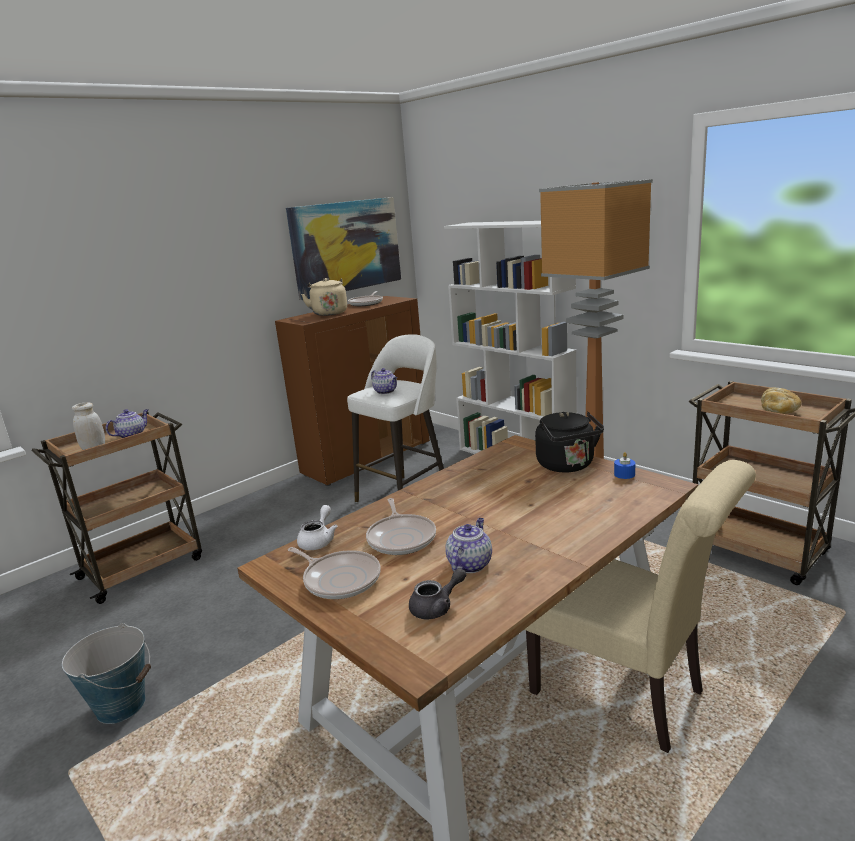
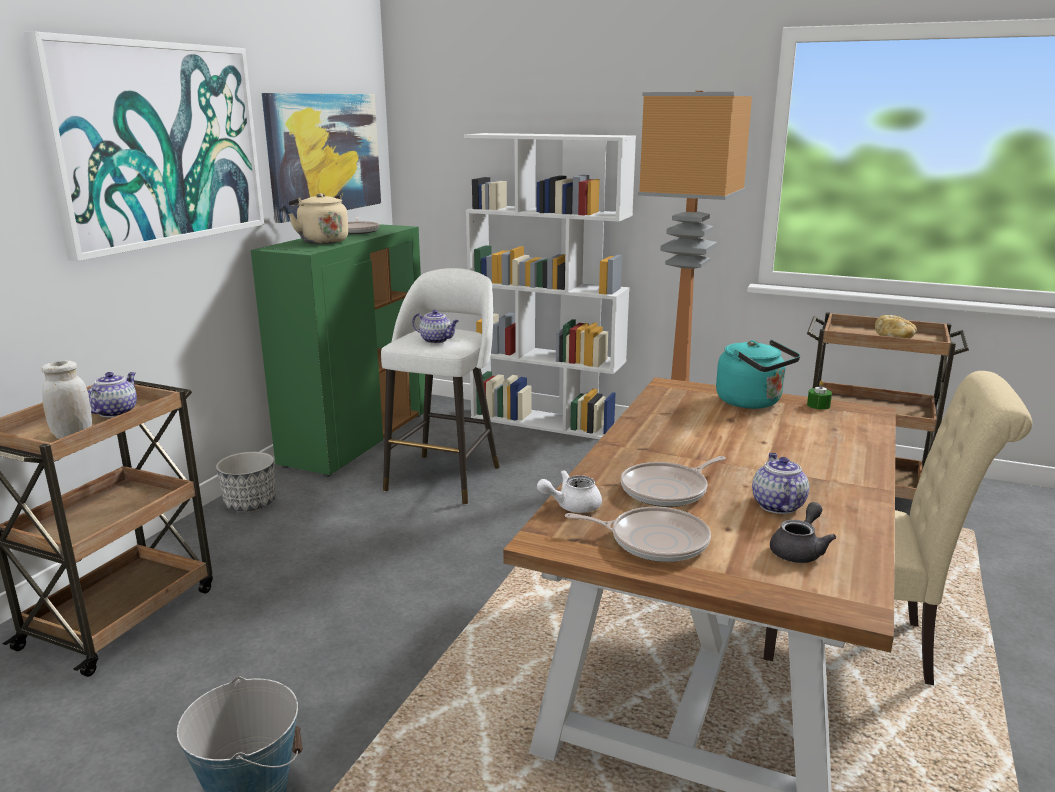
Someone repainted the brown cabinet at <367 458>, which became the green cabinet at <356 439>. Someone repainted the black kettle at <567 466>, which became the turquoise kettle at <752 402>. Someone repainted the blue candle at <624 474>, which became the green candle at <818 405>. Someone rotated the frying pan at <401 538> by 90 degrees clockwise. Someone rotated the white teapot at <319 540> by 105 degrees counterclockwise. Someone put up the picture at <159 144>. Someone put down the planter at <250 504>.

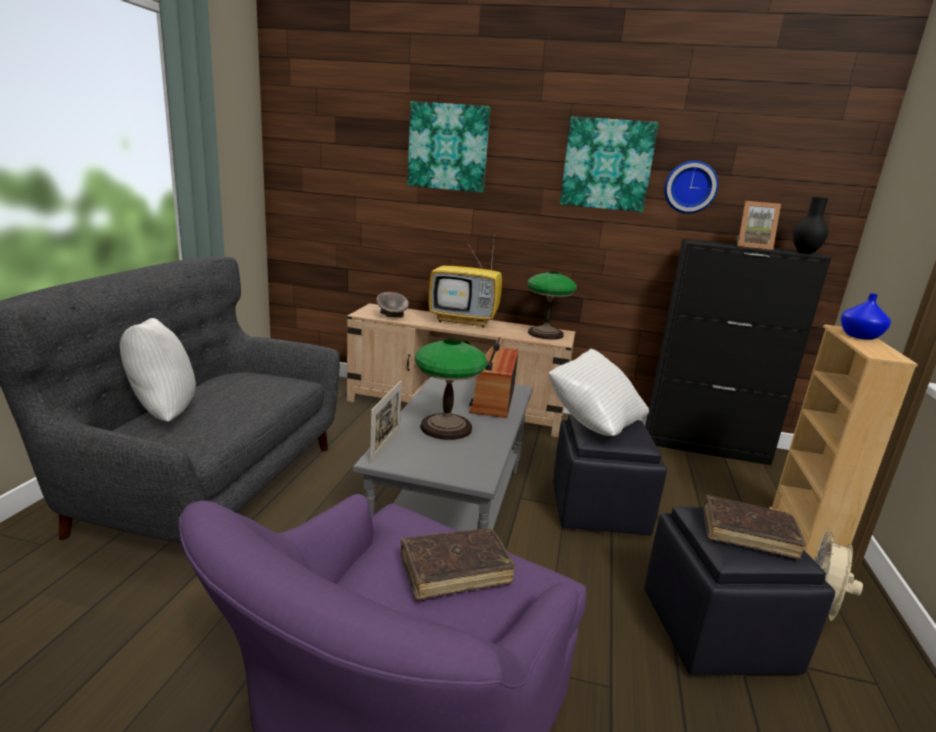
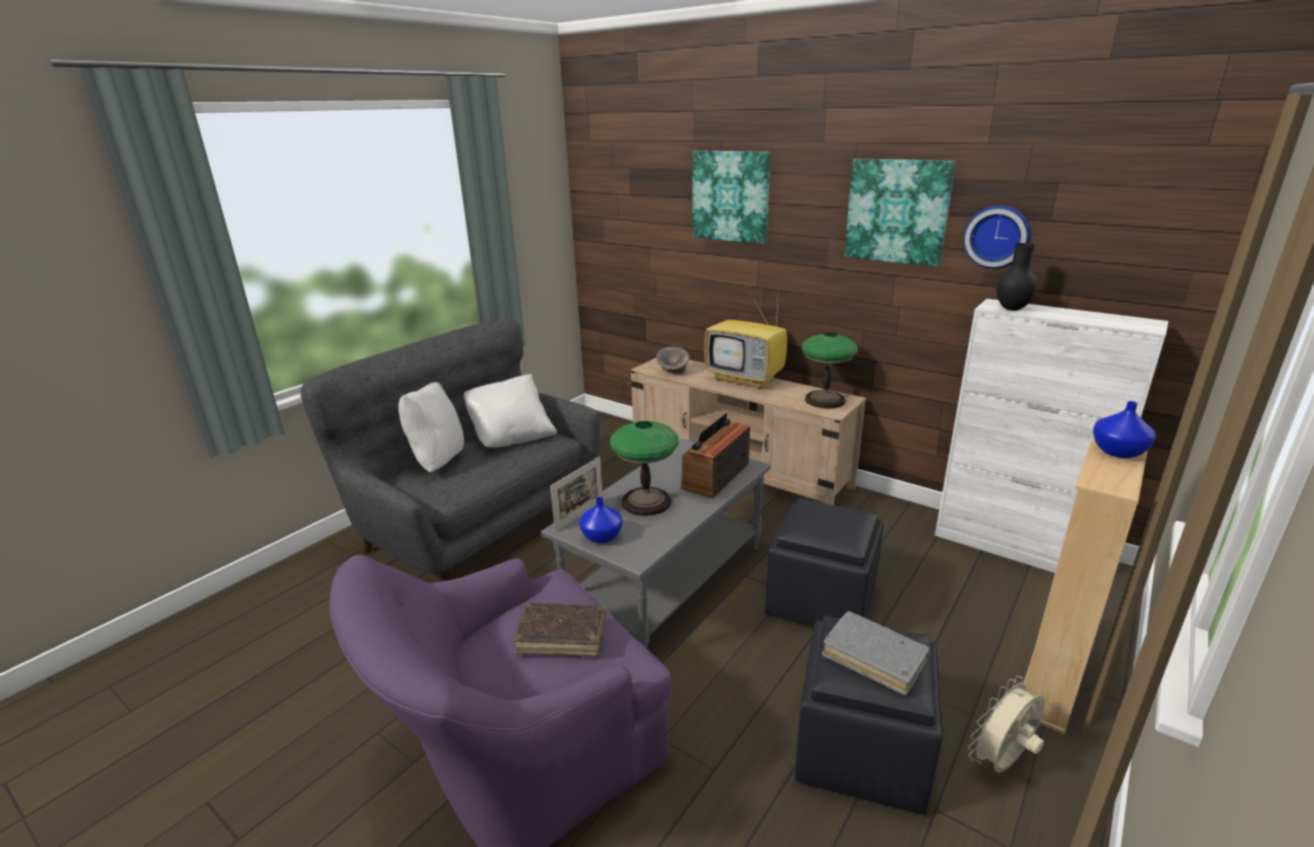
Someone carried the black vase from <805 253> to <1012 309>. Someone took away the picture frame at <752 247>. Someone repainted the black cabinet at <705 446>, which became the white cabinet at <1014 548>. Someone carried the white pillow from <593 422> to <511 436>. Someone repainted the brown book at <748 534>, which became the grey book at <874 659>. Someone put down the blue vase at <602 536>.

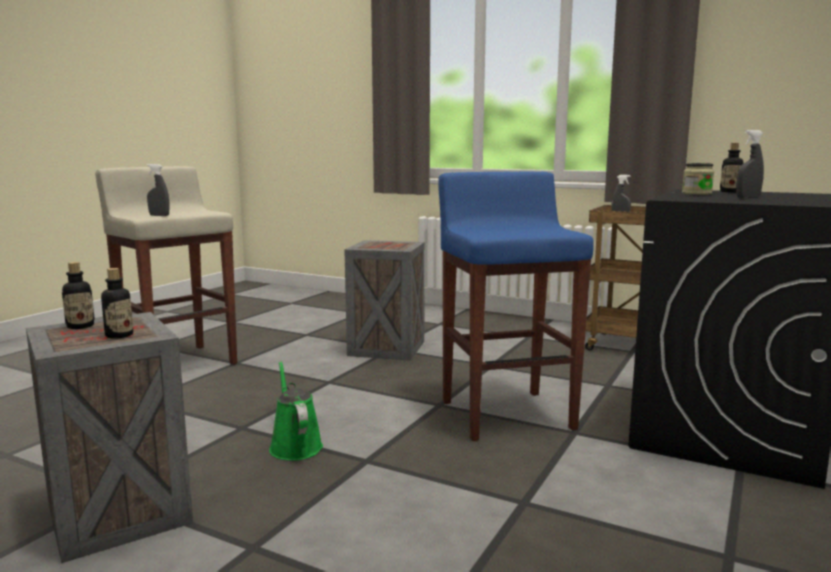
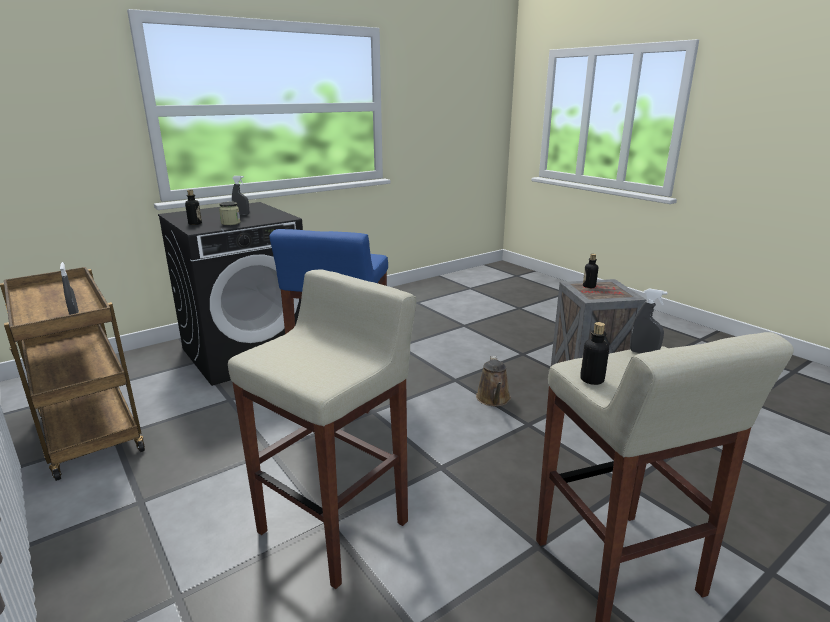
Someone swapped the crate at <385 348> for the beige stool at <335 526>. Someone carried the bottle from <80 326> to <592 379>. Someone repainted the green watering can at <294 446>, which became the brown watering can at <493 399>.

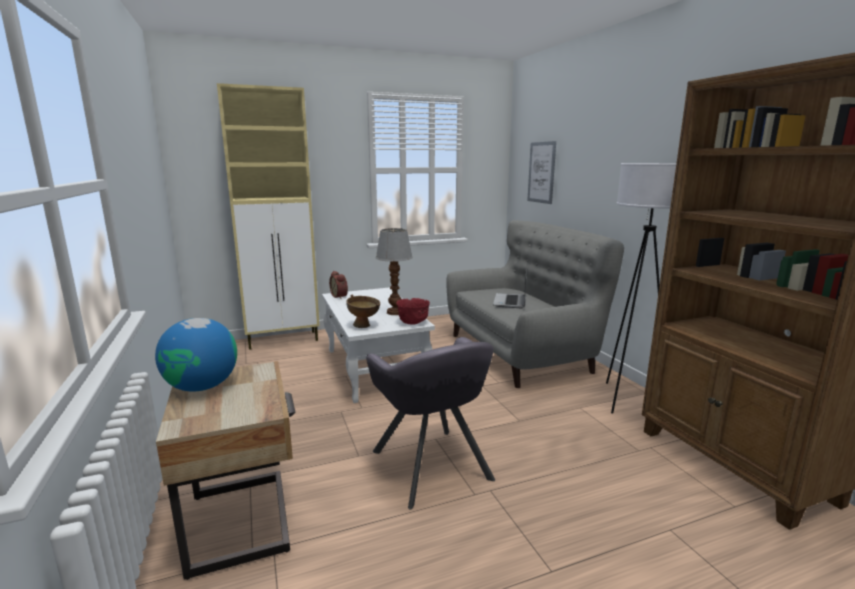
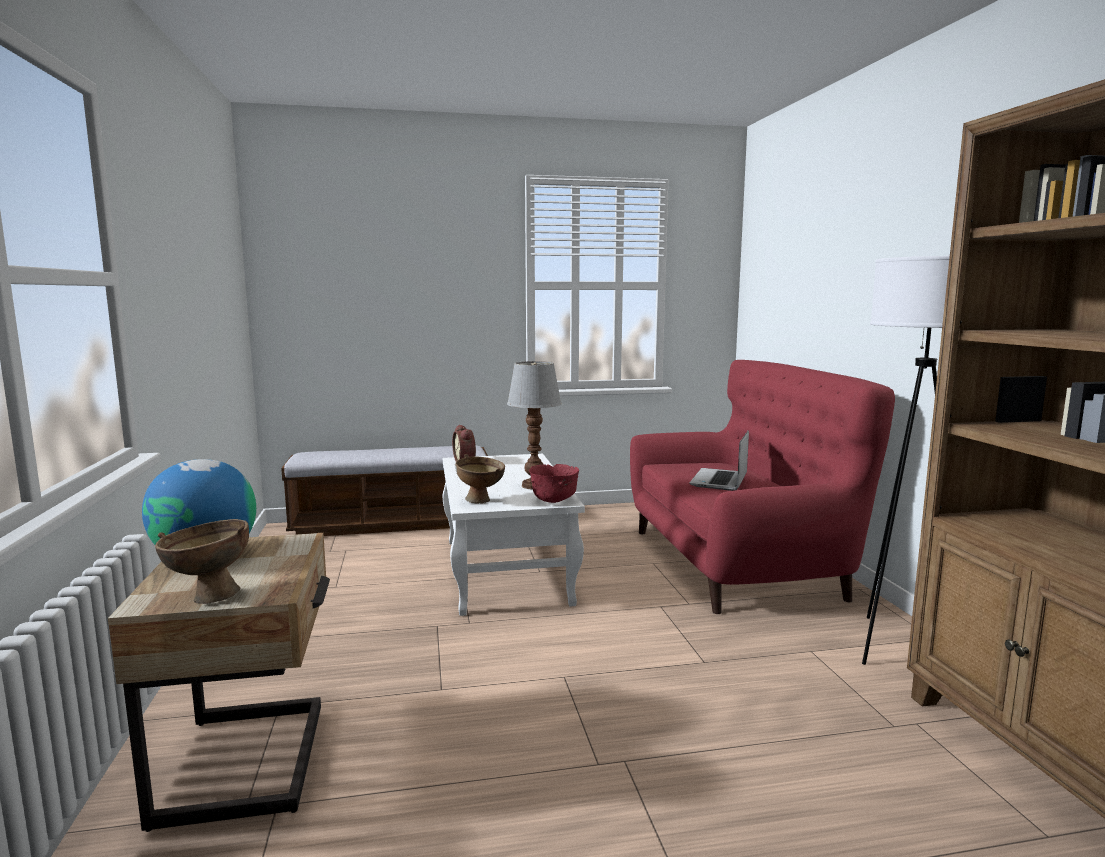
Someone swapped the beige cabinet at <284 340> for the bench at <392 524>. Someone took away the picture at <541 172>. Someone repainted the grey sofa at <521 352>, which became the red sofa at <739 562>. Someone took away the grey armchair at <430 466>. Someone put down the brown bowl at <207 596>.

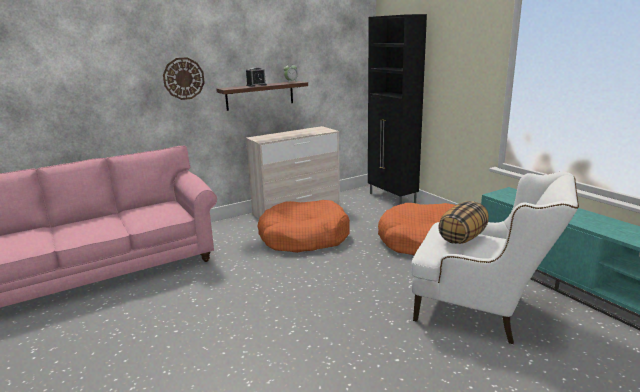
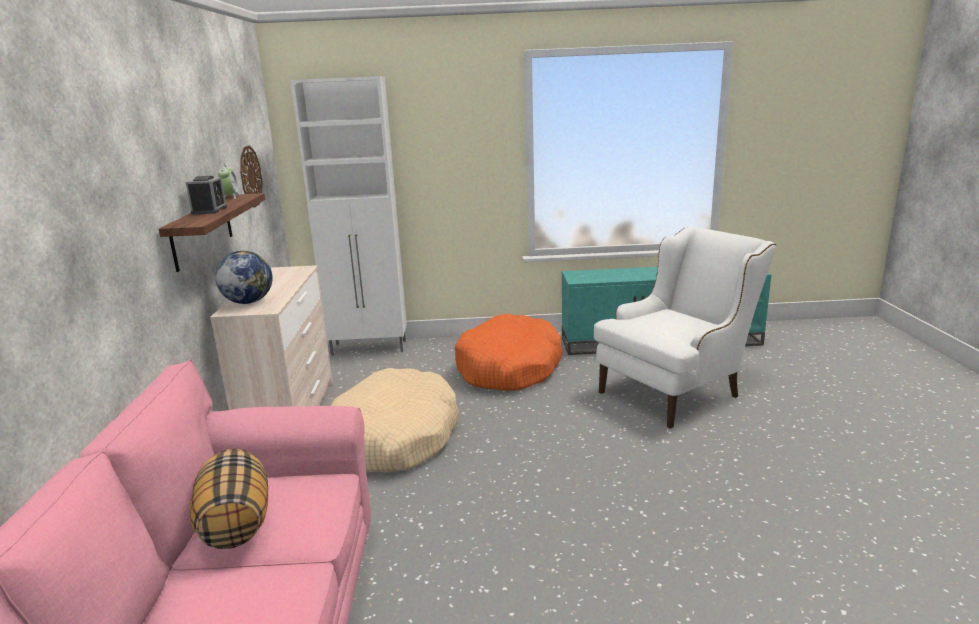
Someone repainted the black cabinet at <392 198>, which became the white cabinet at <370 348>. Someone carried the wall clock from <183 78> to <250 176>. Someone repainted the orange dog bed at <304 237>, which became the beige dog bed at <395 437>. Someone carried the pillow from <462 238> to <235 524>. Someone put down the globe at <248 302>.

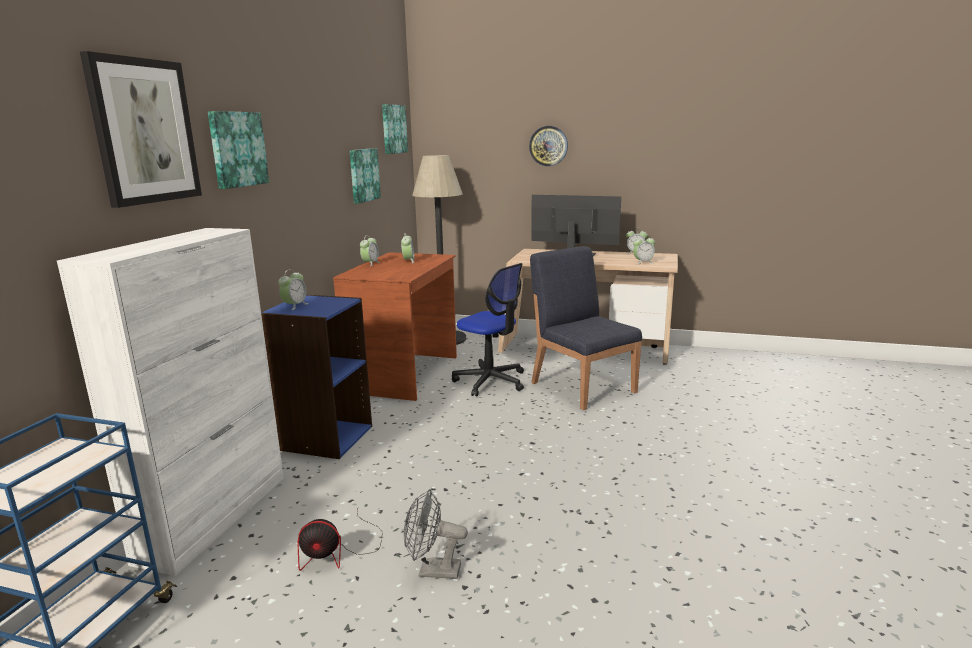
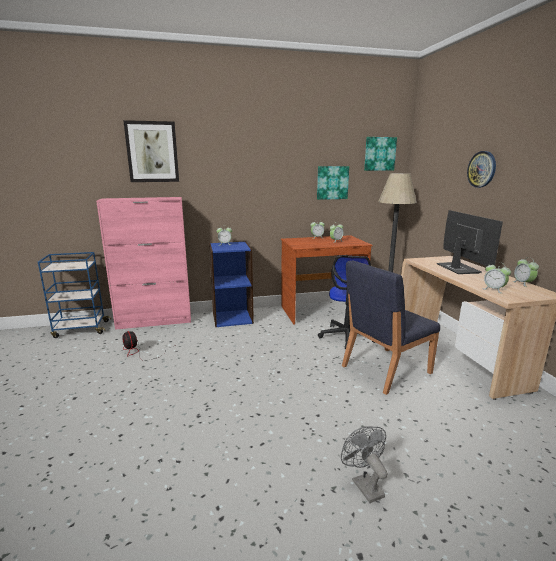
Someone took away the picture at <237 149>. Someone repainted the white cabinet at <215 516>, which became the pink cabinet at <155 321>. Someone rotated the blue chair at <582 386> by 150 degrees counterclockwise. Someone carried the grey fan from <433 571> to <364 484>.

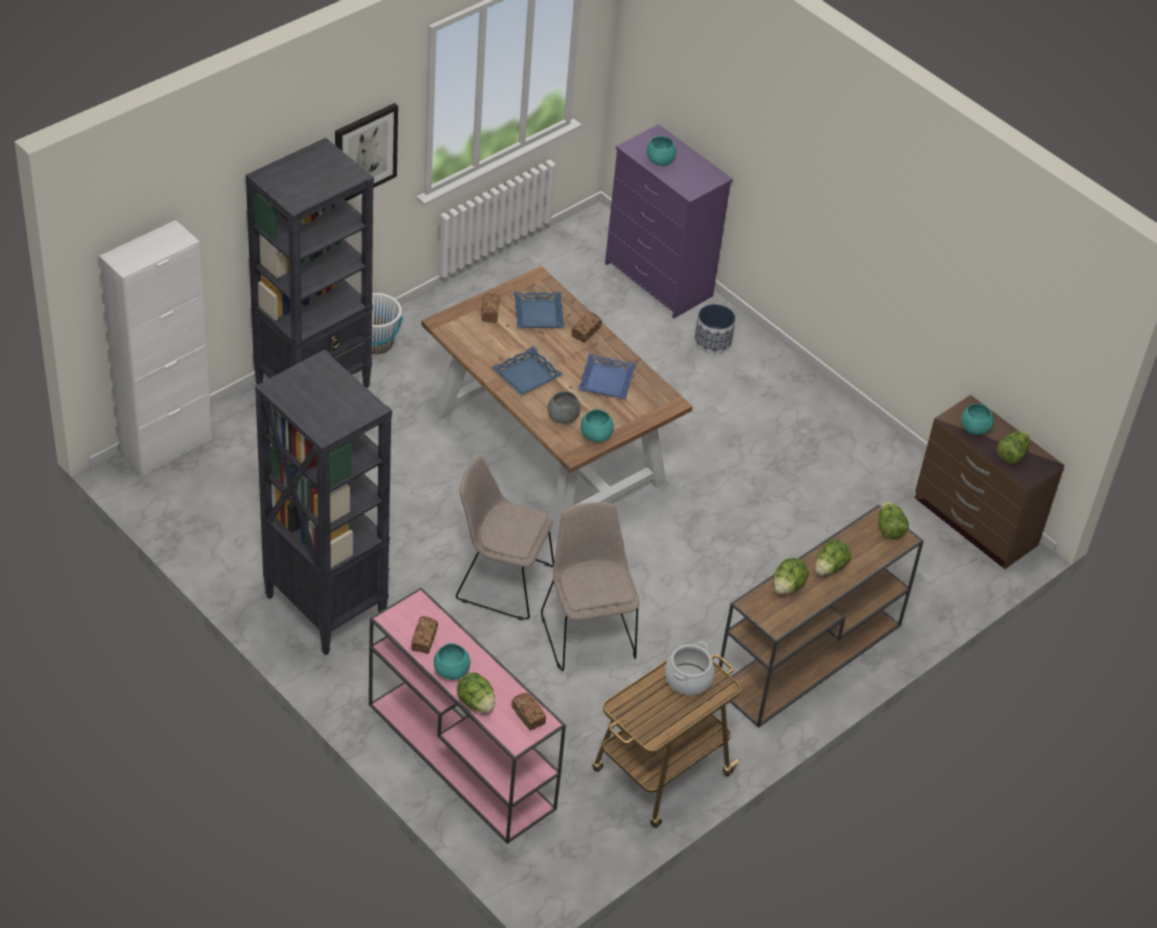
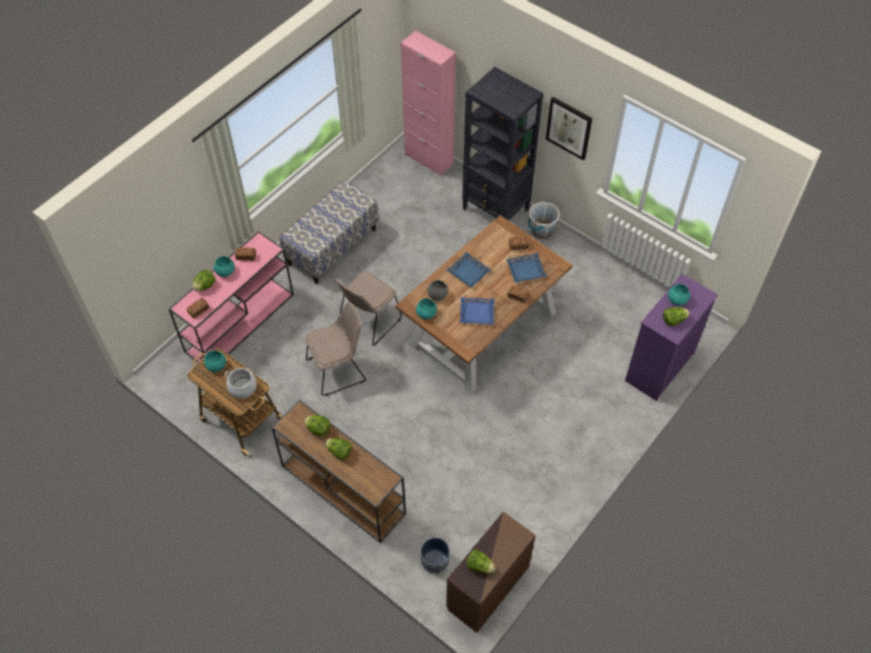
Someone repainted the white cabinet at <166 447>, which became the pink cabinet at <429 159>. Someone carried the planter from <713 341> to <435 561>. Someone swapped the black bookcase at <325 606> for the bench at <332 246>. Someone carried the turquoise bowl from <974 429> to <216 365>. Someone rotated the beige chair at <501 581> by 150 degrees counterclockwise. Someone carried the lettuce from <889 529> to <673 320>.

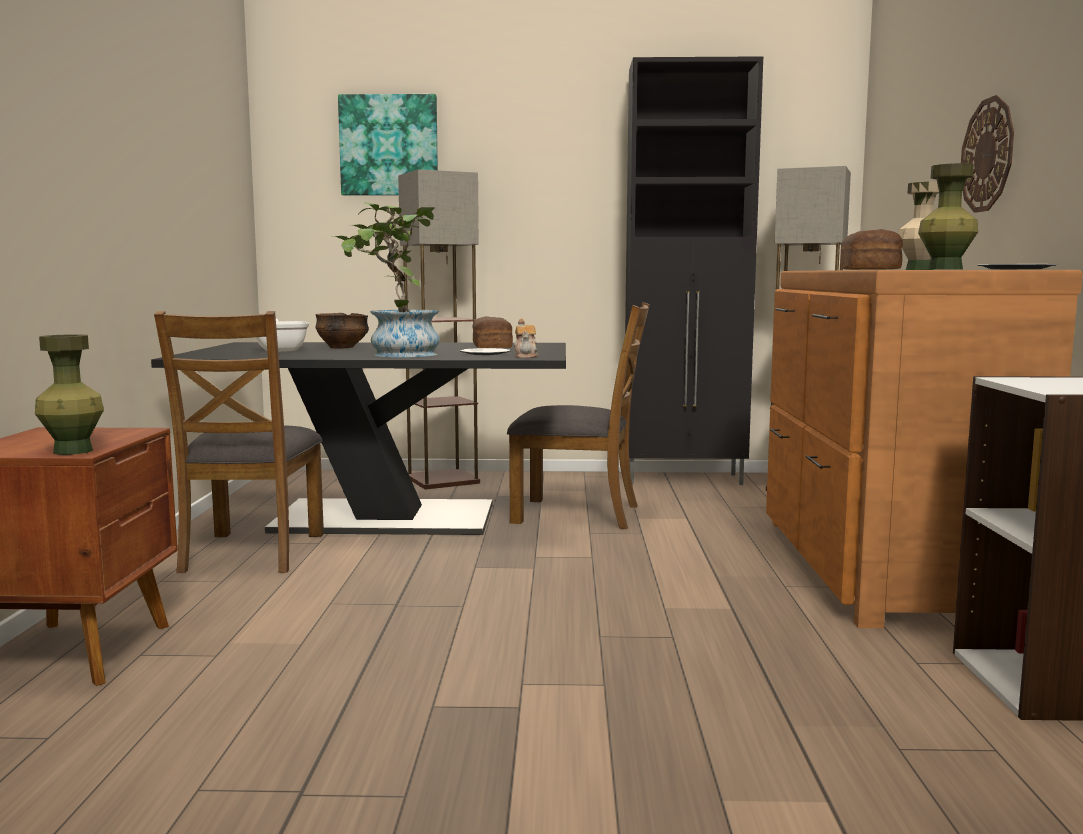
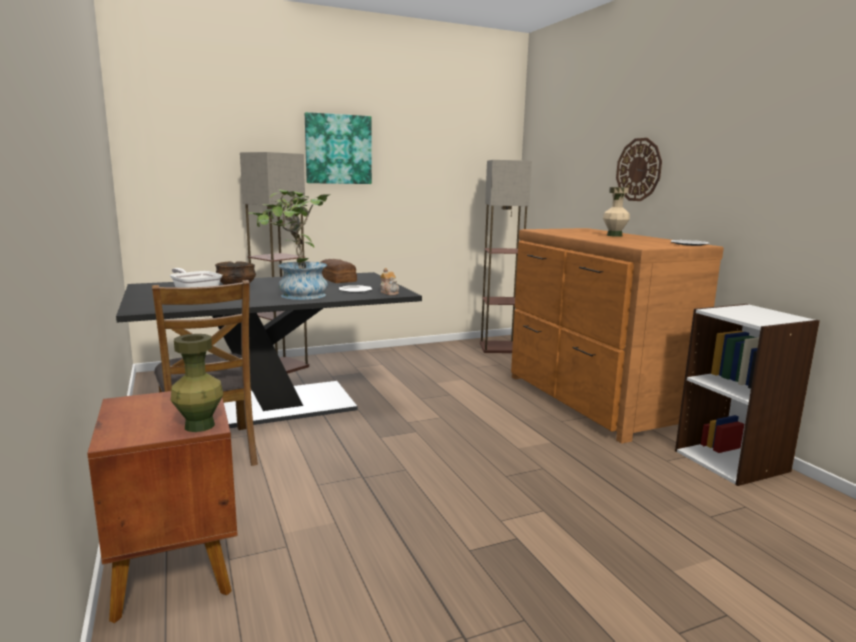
Someone took away the black cabinet at <685 479>. Someone carried the picture from <389 145> to <338 149>. Someone took away the green vase at <945 269>. Someone took away the bread at <870 269>. Someone took away the brown chair at <578 514>.

